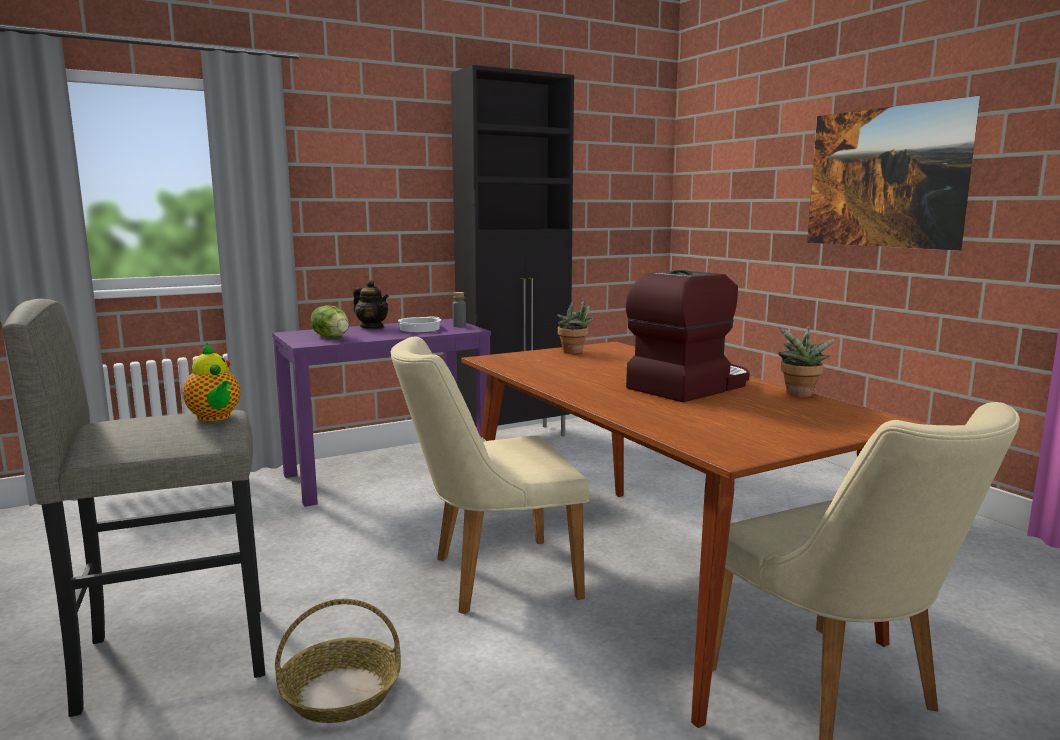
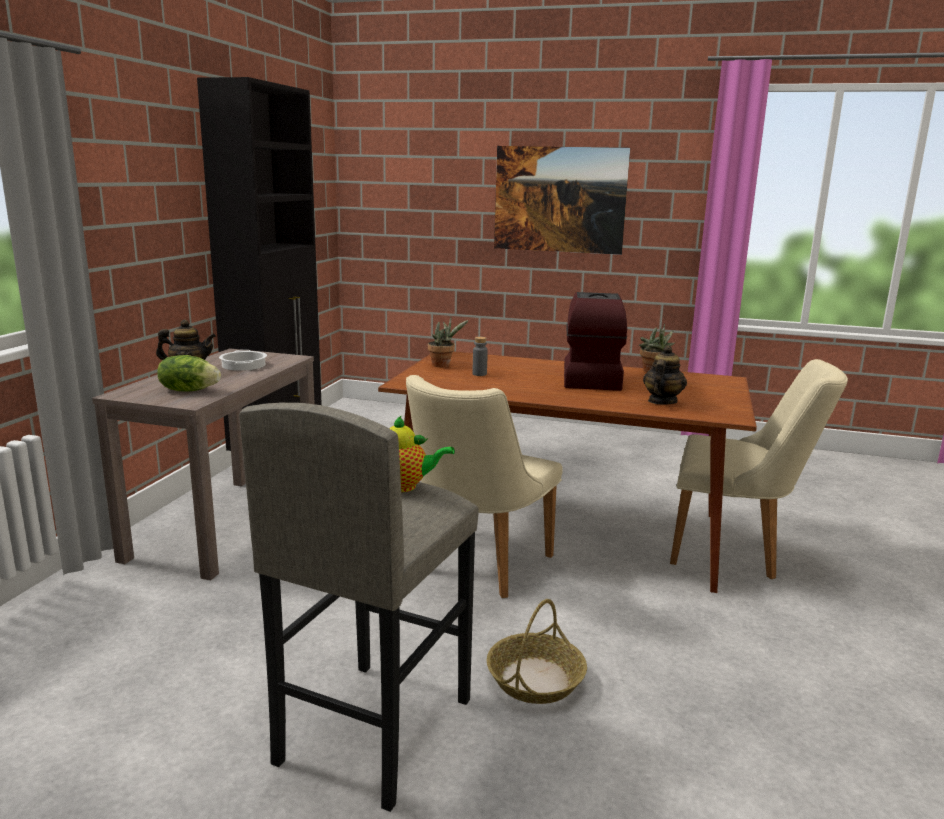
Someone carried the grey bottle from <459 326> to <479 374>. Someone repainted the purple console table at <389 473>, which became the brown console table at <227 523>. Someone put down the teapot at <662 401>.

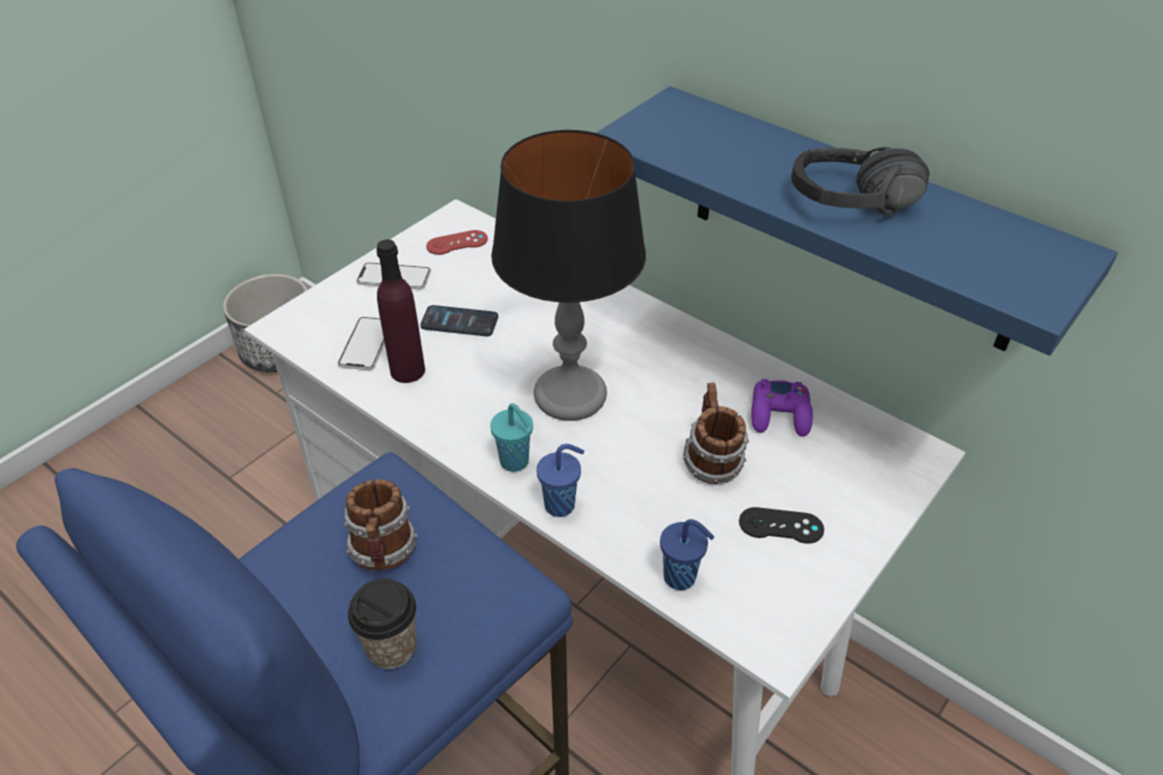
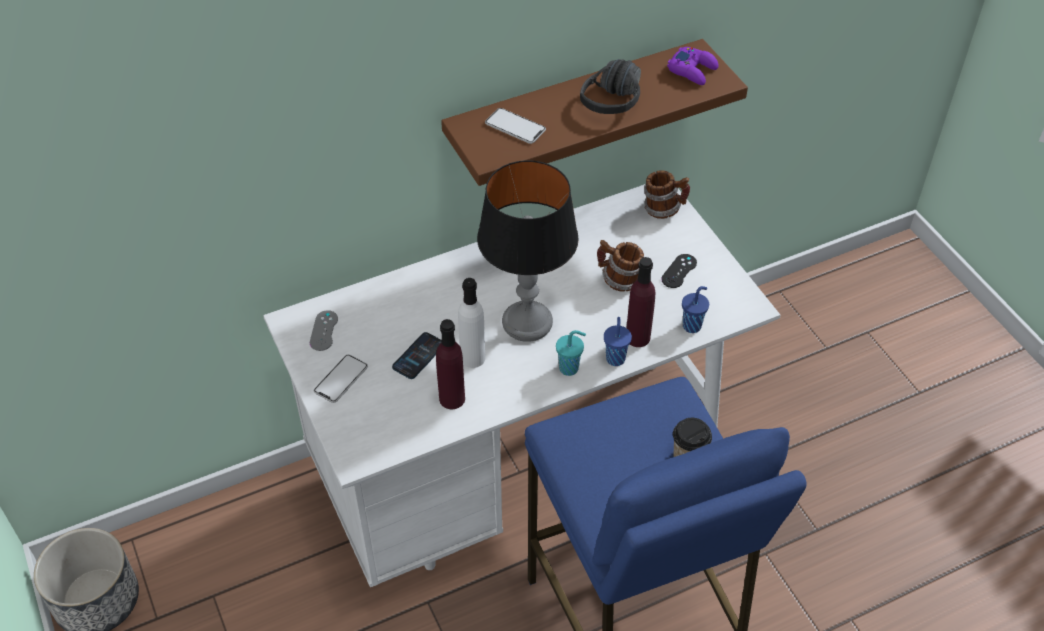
Someone repainted the blue shelf at <854 220>, which became the brown shelf at <574 112>. Someone repainted the red game controller at <457 243>, which became the grey game controller at <324 331>. Someone carried the phone from <366 344> to <515 127>. Someone carried the purple game controller from <780 414> to <692 70>. Someone carried the mug from <385 553> to <664 209>. Someone put down the purple bottle at <637 337>. Someone put down the white bottle at <472 358>.

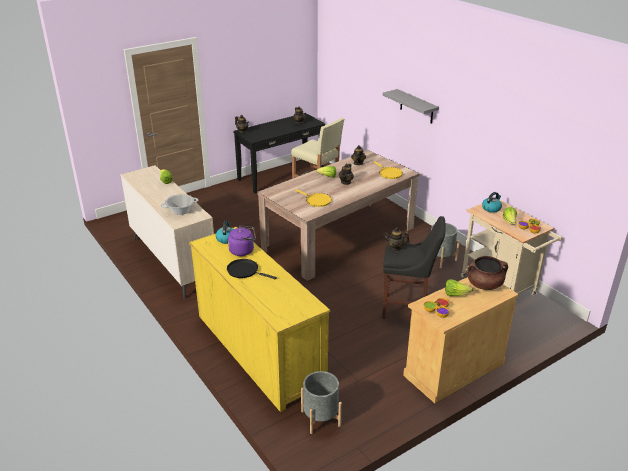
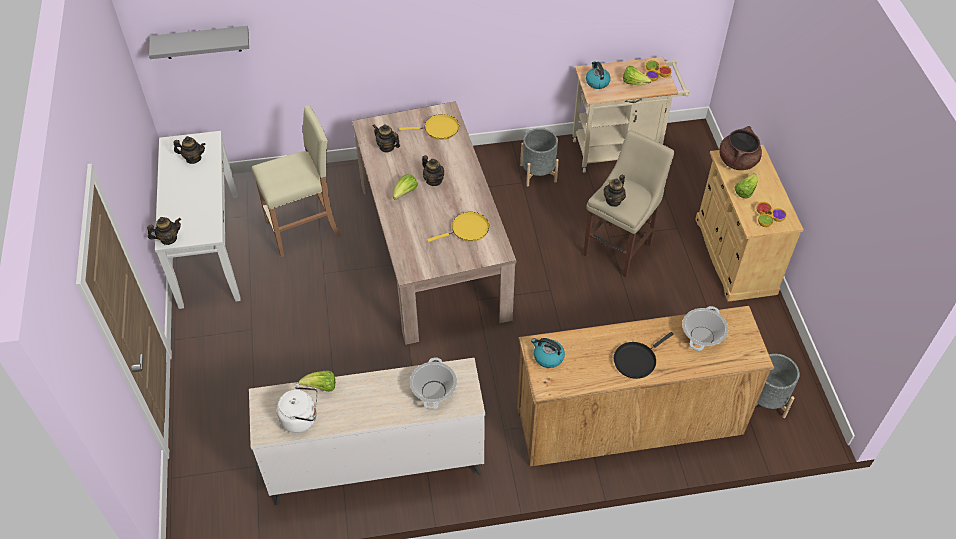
Someone carried the grey shelf from <416 106> to <202 42>. Someone repainted the black console table at <281 175>, which became the white console table at <208 249>. Someone repainted the black stool at <407 309>, which became the beige stool at <620 247>. Someone took away the purple kettle at <243 250>. Someone repainted the yellow dresser at <259 350>, which became the brown dresser at <629 420>. Someone put down the cooking pot at <702 336>. Someone put down the white kettle at <301 418>.

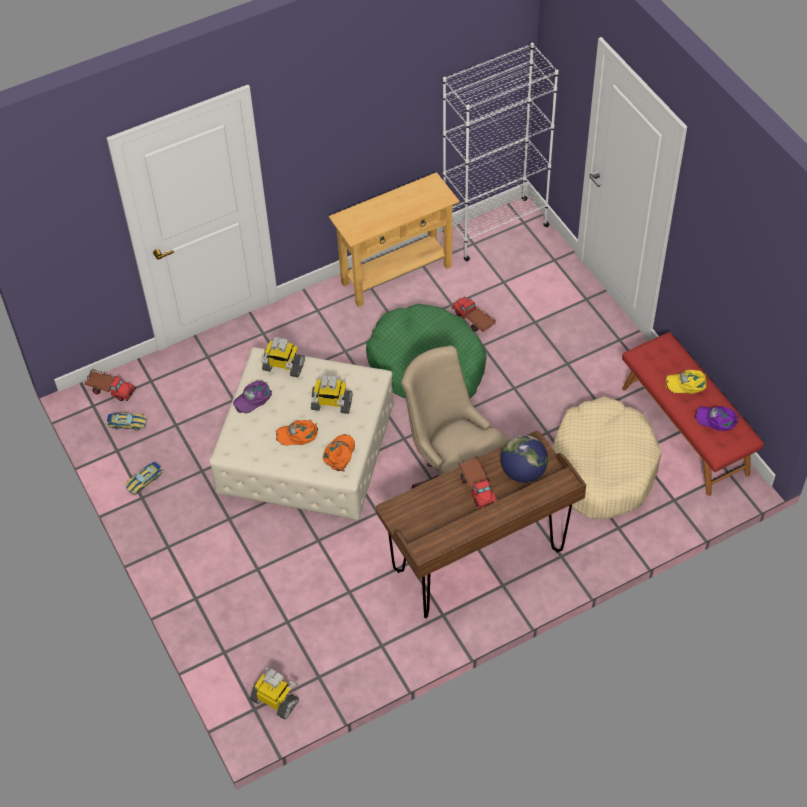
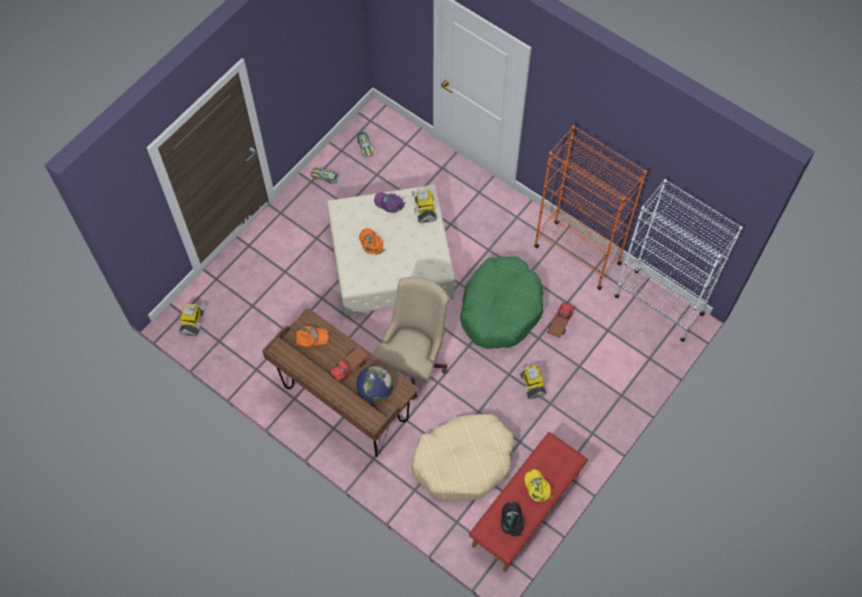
Someone swapped the beige console table at <396 274> for the orange bookcase at <577 254>. Someone took away the toy truck at <110 389>. Someone carried the toy robot from <331 404> to <531 384>. Someone repainted the purple cap at <717 419>, which became the black cap at <512 520>. Someone carried the orange cap from <339 454> to <311 338>.

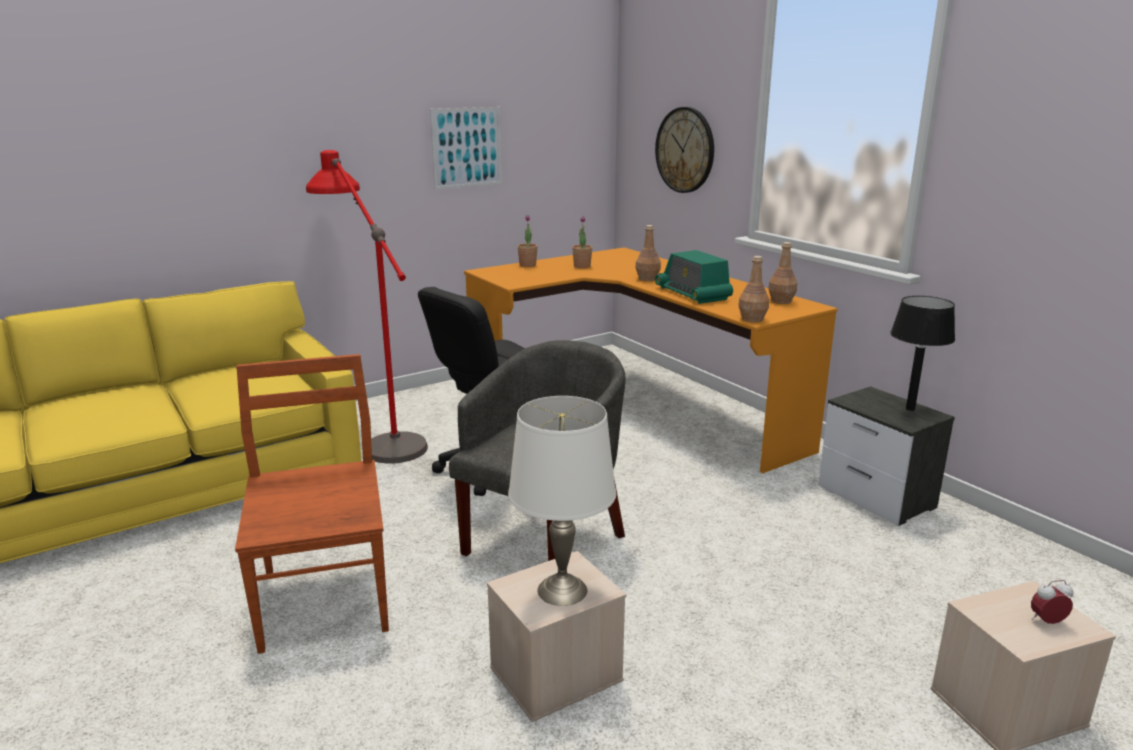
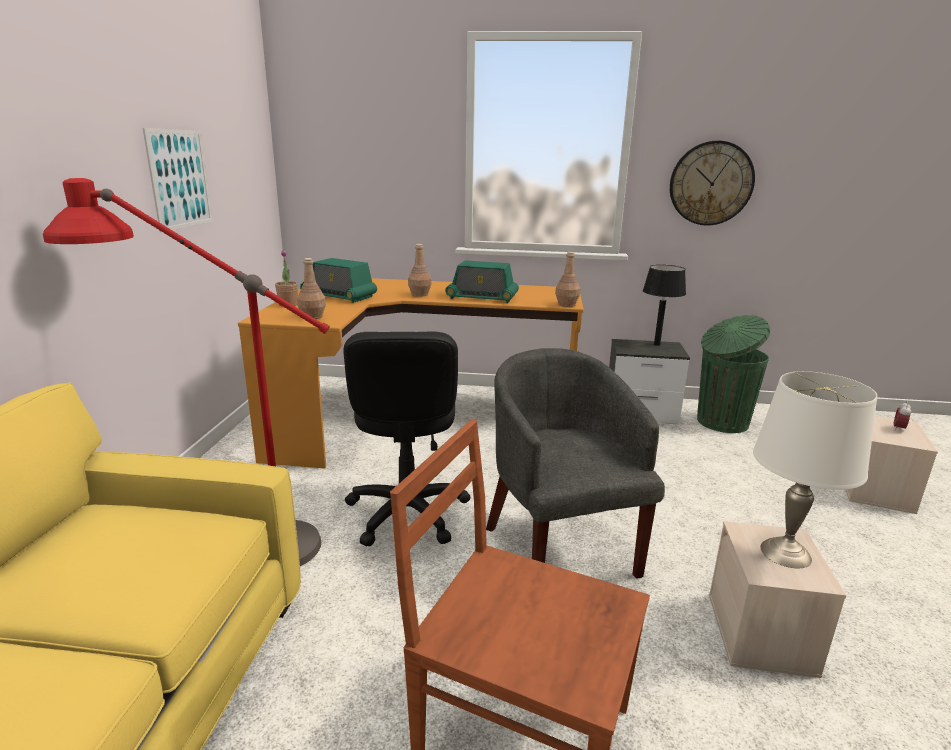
Someone carried the wall clock from <685 150> to <711 183>. Someone swapped the potted plant at <582 266> for the radio at <339 296>. Someone carried the brown bottle from <781 301> to <312 317>. Someone put down the green trash can at <720 422>.

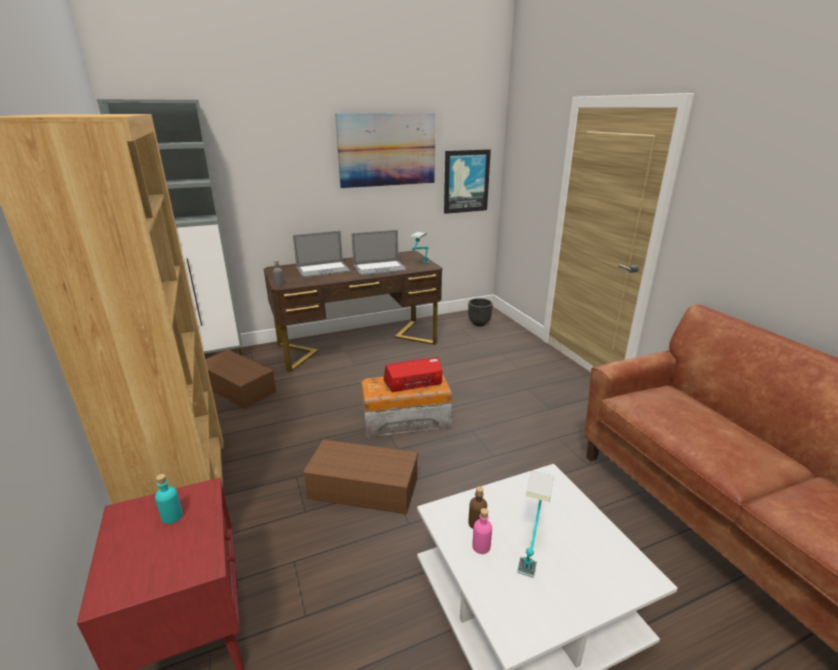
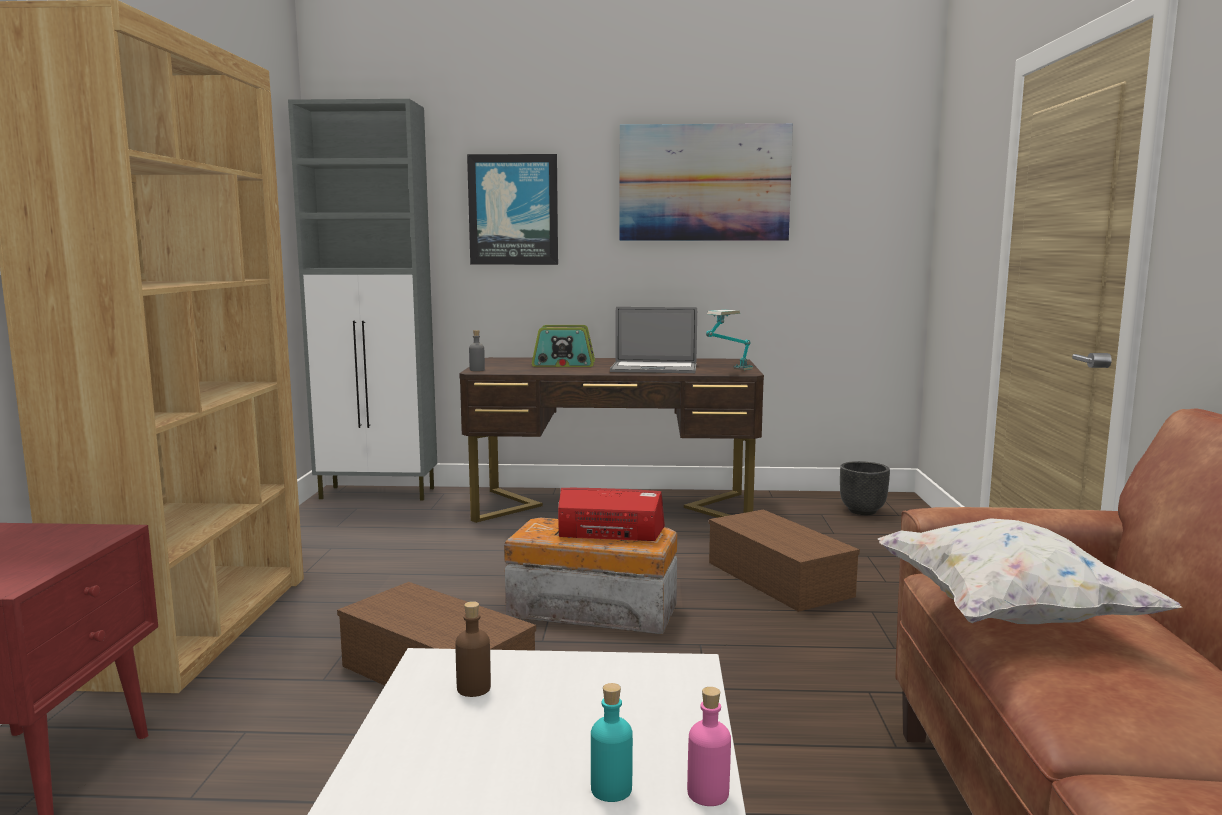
Someone carried the picture from <466 181> to <513 210>. Someone swapped the laptop at <323 270> for the radio at <563 364>. Someone carried the brown storage box from <239 388> to <781 579>. Someone took away the table lamp at <531 546>. Someone carried the turquoise bottle from <172 516> to <611 789>. Someone carried the pink bottle from <481 546> to <708 793>. Someone put down the white pillow at <1006 614>.

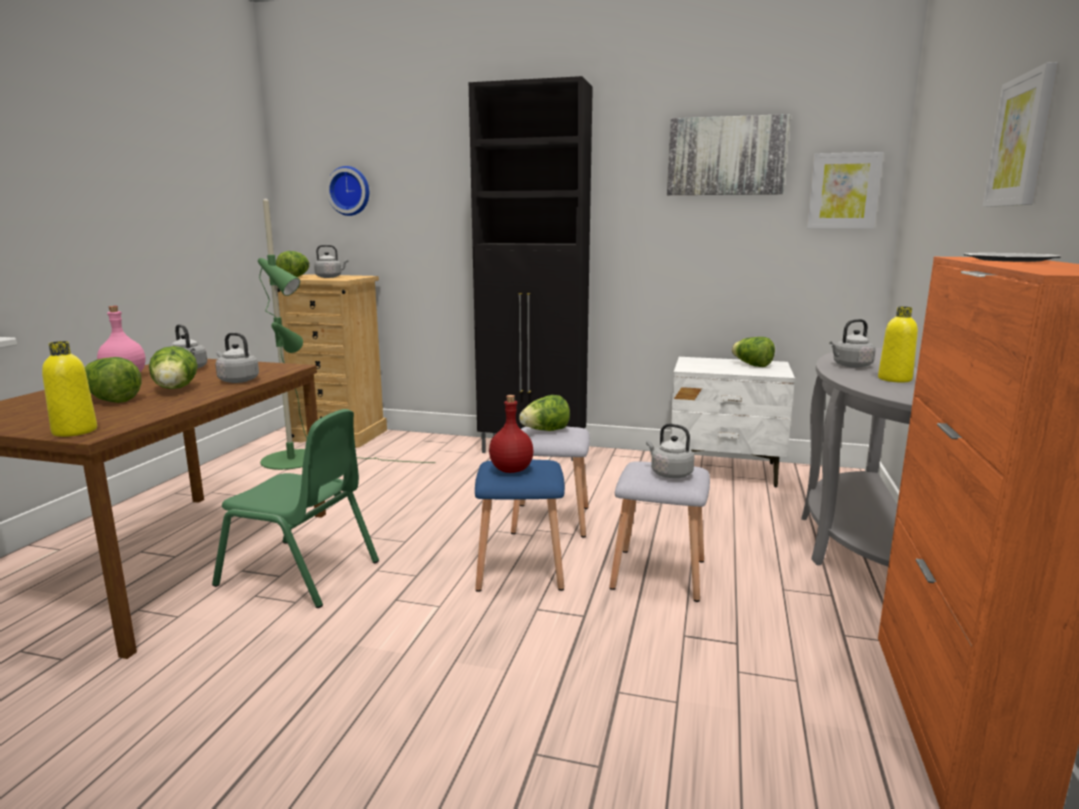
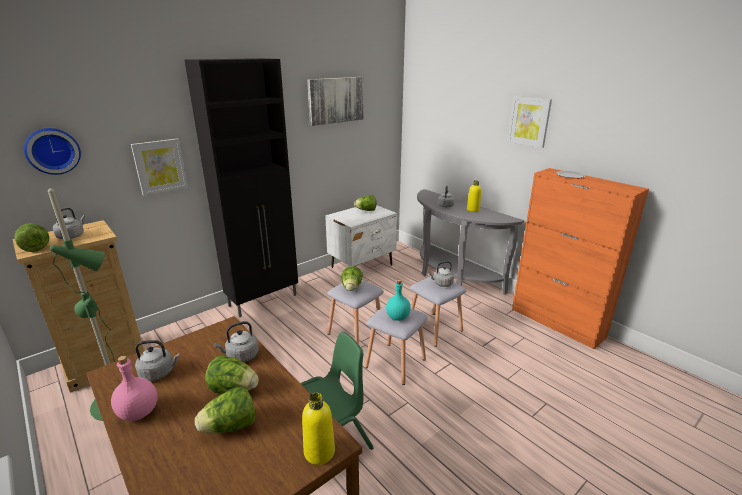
Someone carried the picture from <843 191> to <160 166>. Someone repainted the red bottle at <511 469>, which became the turquoise bottle at <397 317>. Someone repainted the blue stool at <521 568>, which became the grey stool at <395 362>.

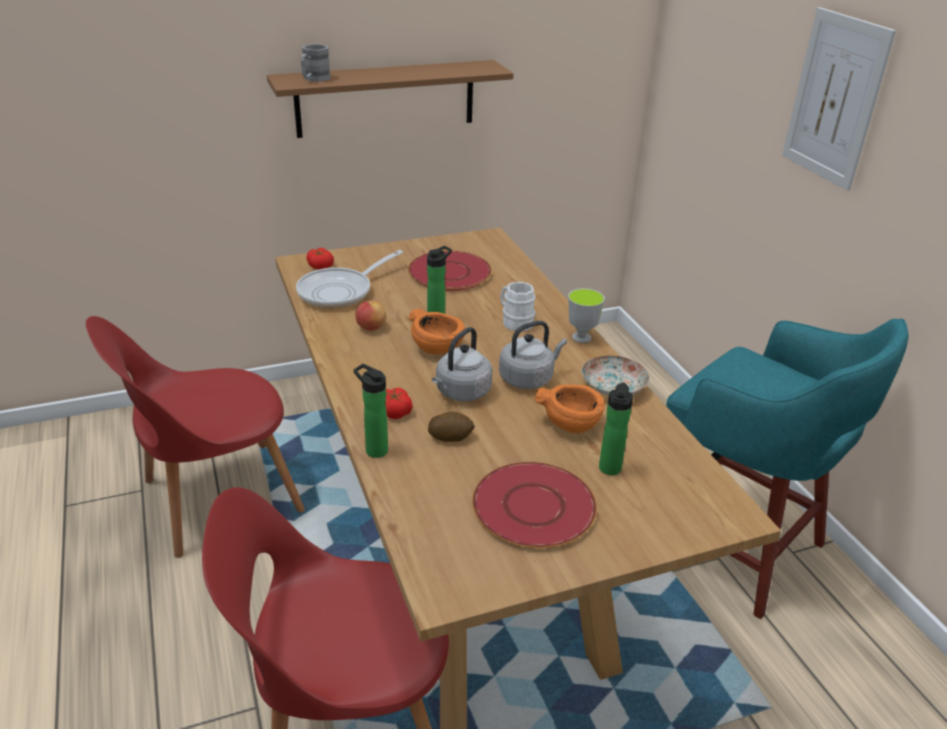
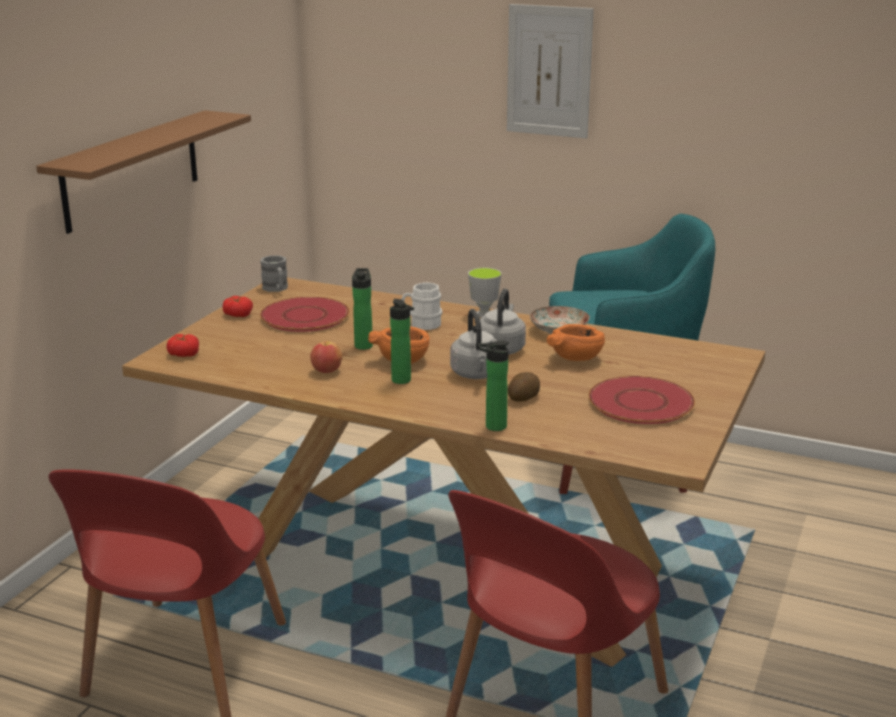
Someone carried the grey mug from <314 79> to <276 289>. Someone took away the frying pan at <340 291>. Someone carried the bottle from <609 470> to <403 381>. Someone carried the tomato from <395 411> to <238 314>.

